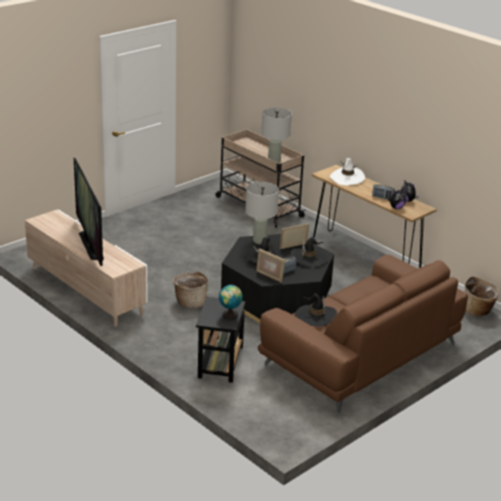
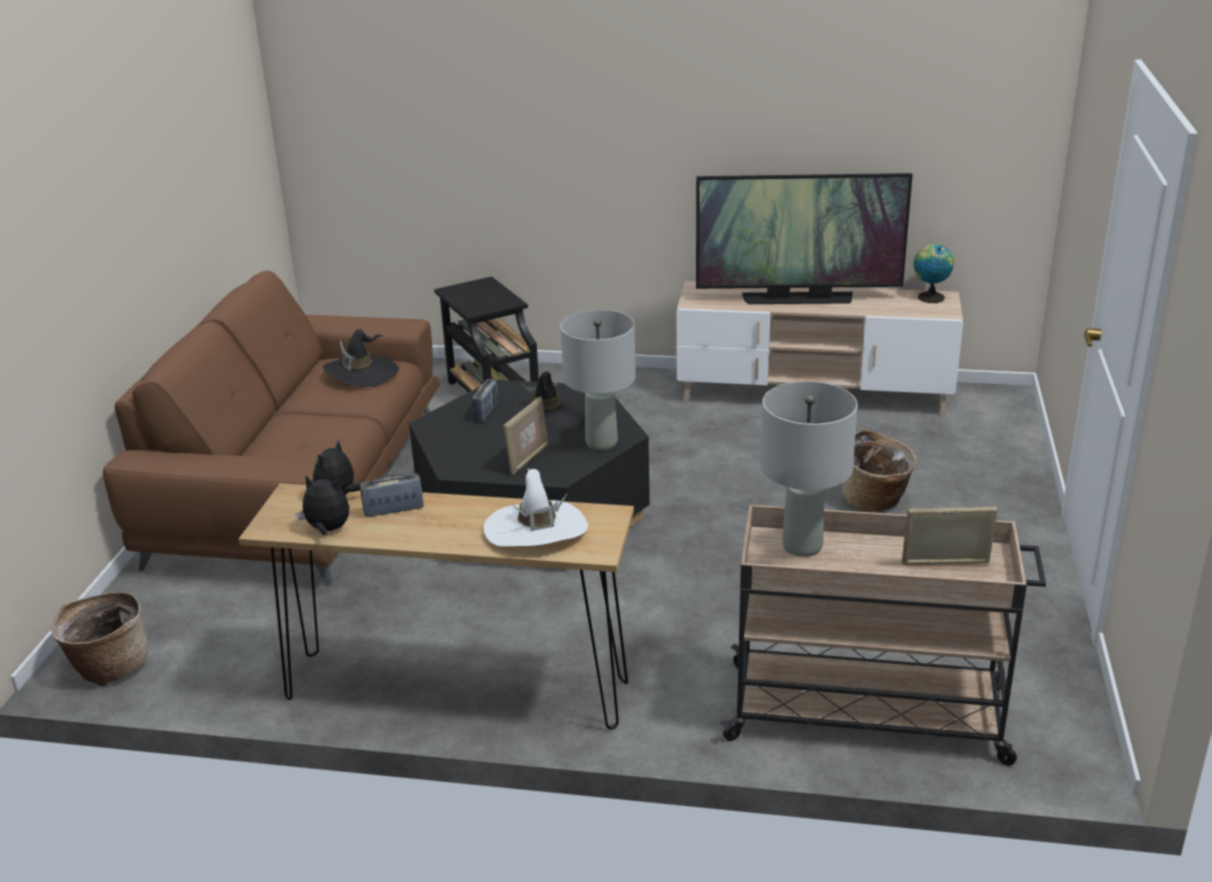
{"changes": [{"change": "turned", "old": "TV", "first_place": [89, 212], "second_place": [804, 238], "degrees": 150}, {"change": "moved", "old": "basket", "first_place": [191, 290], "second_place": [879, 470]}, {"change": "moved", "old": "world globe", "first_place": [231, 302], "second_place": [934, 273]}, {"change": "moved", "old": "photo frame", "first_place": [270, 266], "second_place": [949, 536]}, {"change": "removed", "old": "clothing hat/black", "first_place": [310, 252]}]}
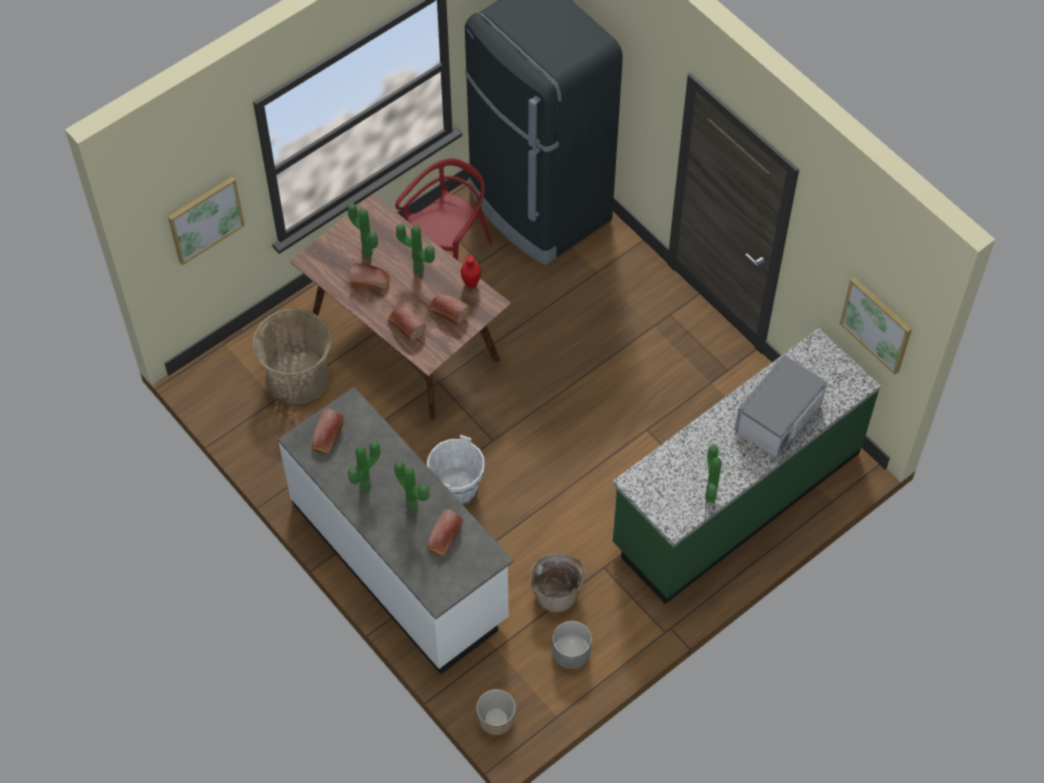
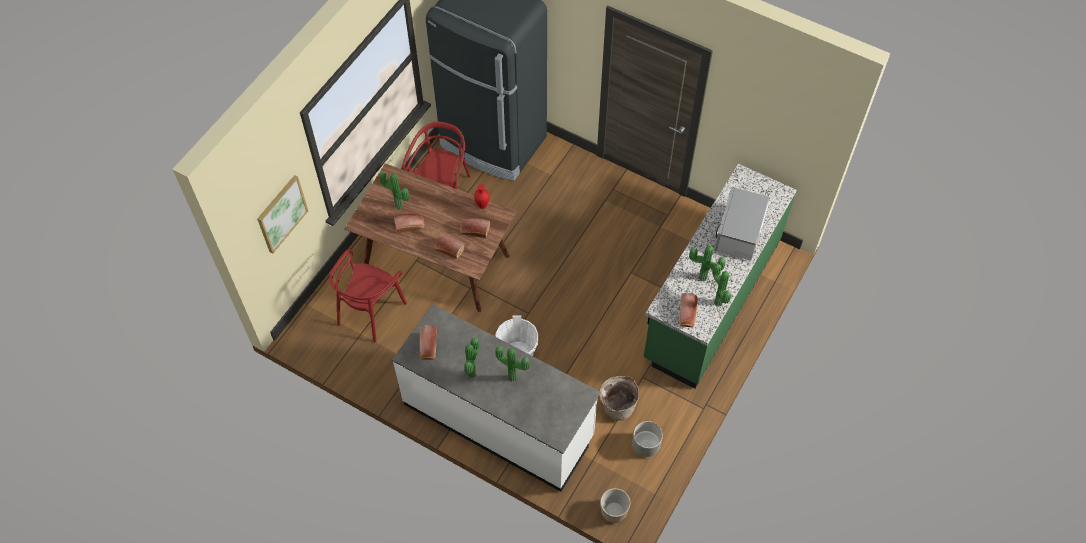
{"changes": [{"change": "replaced", "old": "basket", "new": "plain chair/red", "first_place": [292, 356], "second_place": [368, 295]}, {"change": "moved", "old": "potted plant", "first_place": [415, 249], "second_place": [707, 263]}, {"change": "moved", "old": "bakery bread", "first_place": [445, 532], "second_place": [688, 310]}, {"change": "removed", "old": "picture", "first_place": [876, 326]}]}
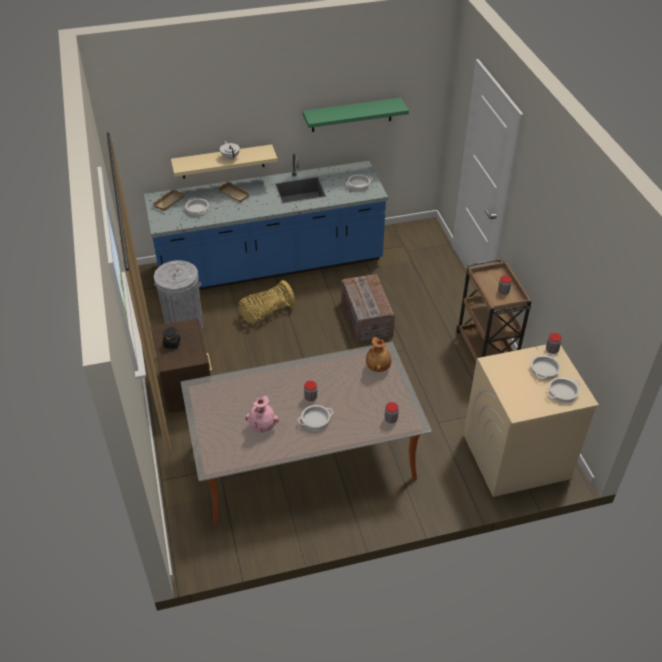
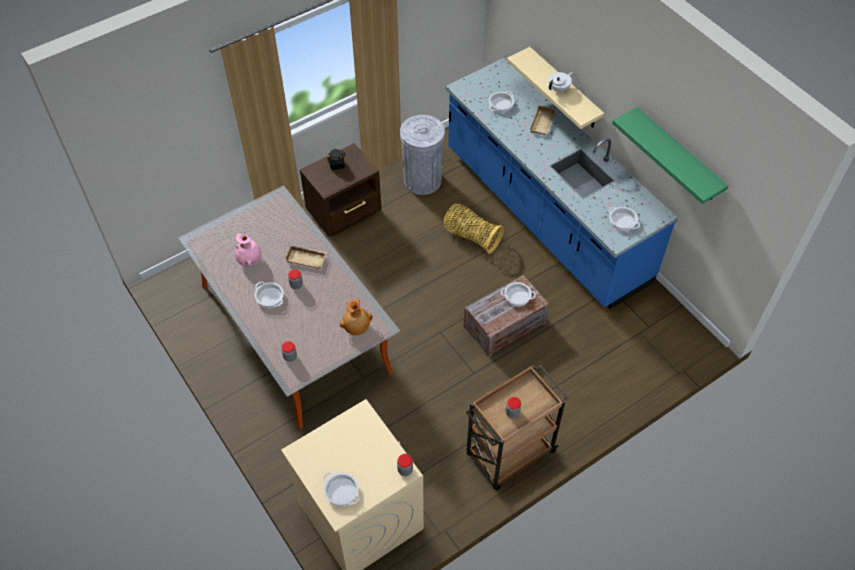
{"changes": [{"change": "moved", "old": "tray/beige", "first_place": [168, 200], "second_place": [305, 257]}, {"change": "moved", "old": "stockpot", "first_place": [546, 366], "second_place": [518, 294]}]}
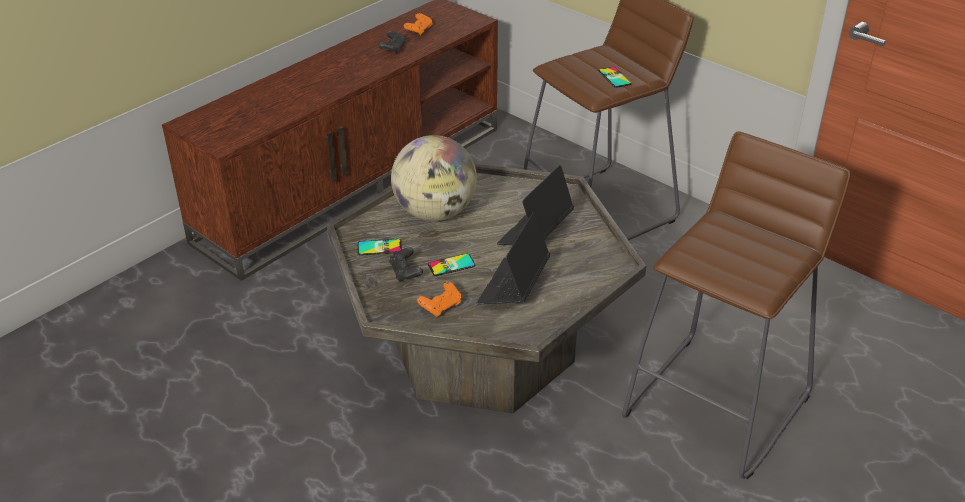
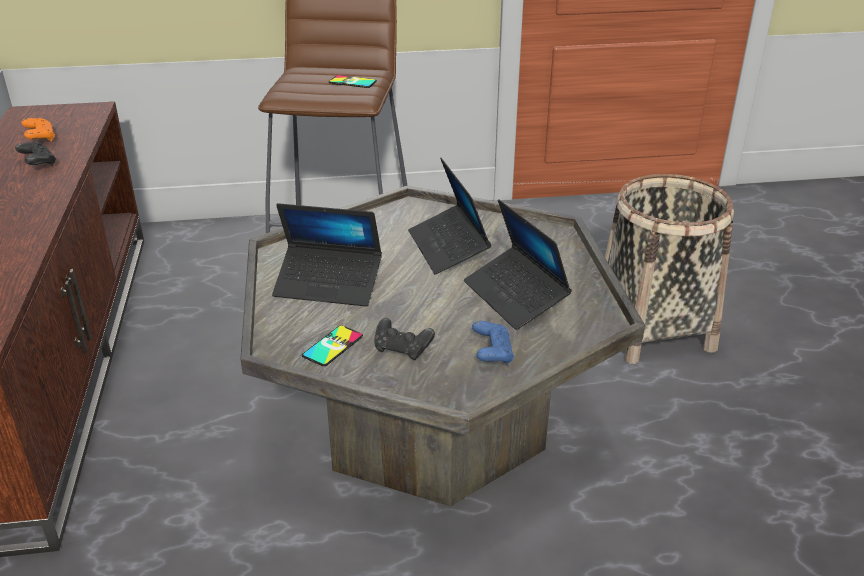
{"changes": [{"change": "replaced", "old": "world globe", "new": "notebook computer", "first_place": [434, 178], "second_place": [327, 255]}, {"change": "recoloured", "old": "joypad/orange-coloured", "new": "joypad/bluish", "first_place": [439, 299], "second_place": [493, 343]}, {"change": "removed", "old": "phone", "first_place": [452, 265]}, {"change": "replaced", "old": "stool/brownish", "new": "basket", "first_place": [736, 305], "second_place": [669, 269]}]}
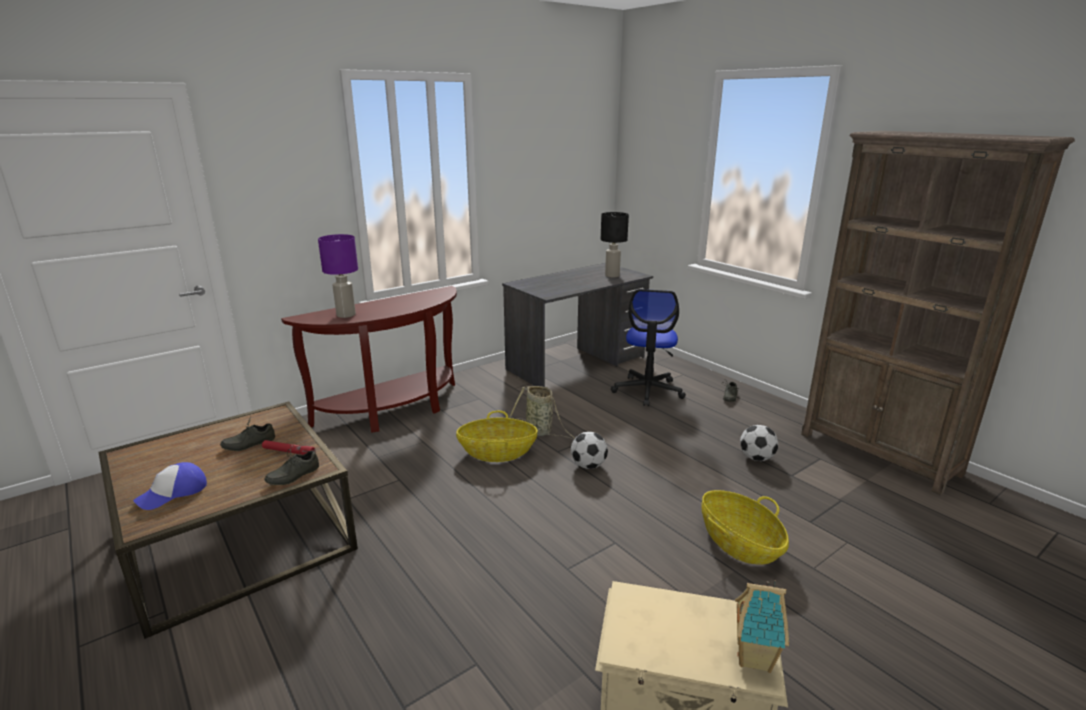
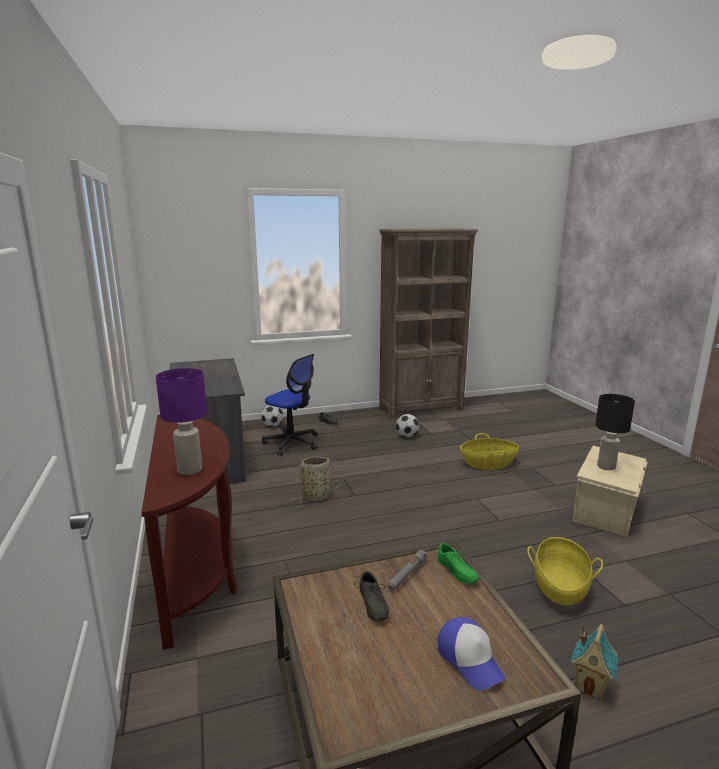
{"changes": [{"change": "recoloured", "old": "flashlight/red", "new": "flashlight/gray", "first_place": [289, 447], "second_place": [407, 570]}, {"change": "recoloured", "old": "shoe/gray", "new": "shoe/greenish", "first_place": [291, 467], "second_place": [458, 563]}, {"change": "moved", "old": "basket", "first_place": [497, 436], "second_place": [565, 571]}, {"change": "moved", "old": "football", "first_place": [589, 450], "second_place": [272, 416]}, {"change": "moved", "old": "table lamp/black", "first_place": [615, 244], "second_place": [615, 432]}, {"change": "moved", "old": "toy house", "first_place": [762, 626], "second_place": [594, 662]}]}
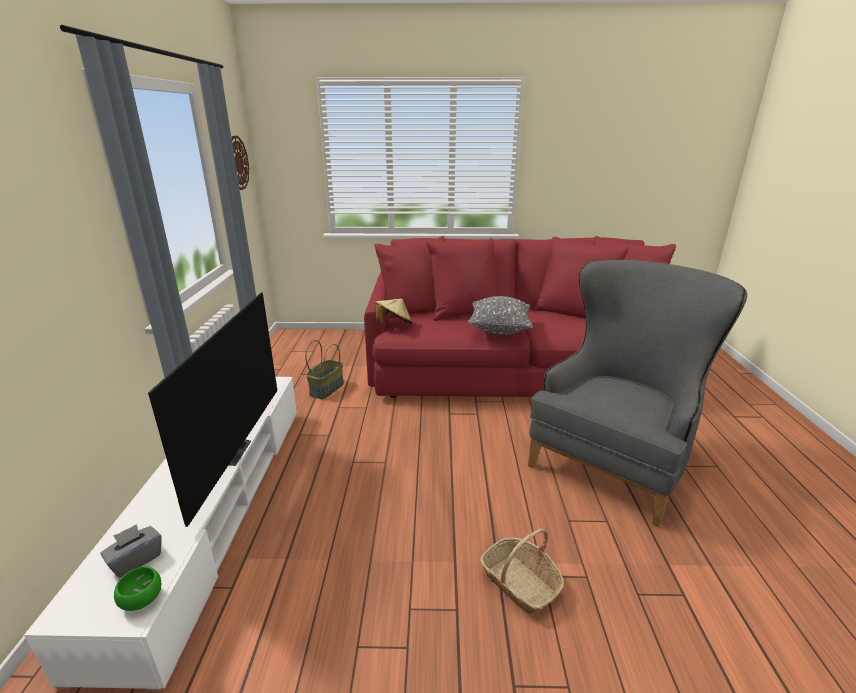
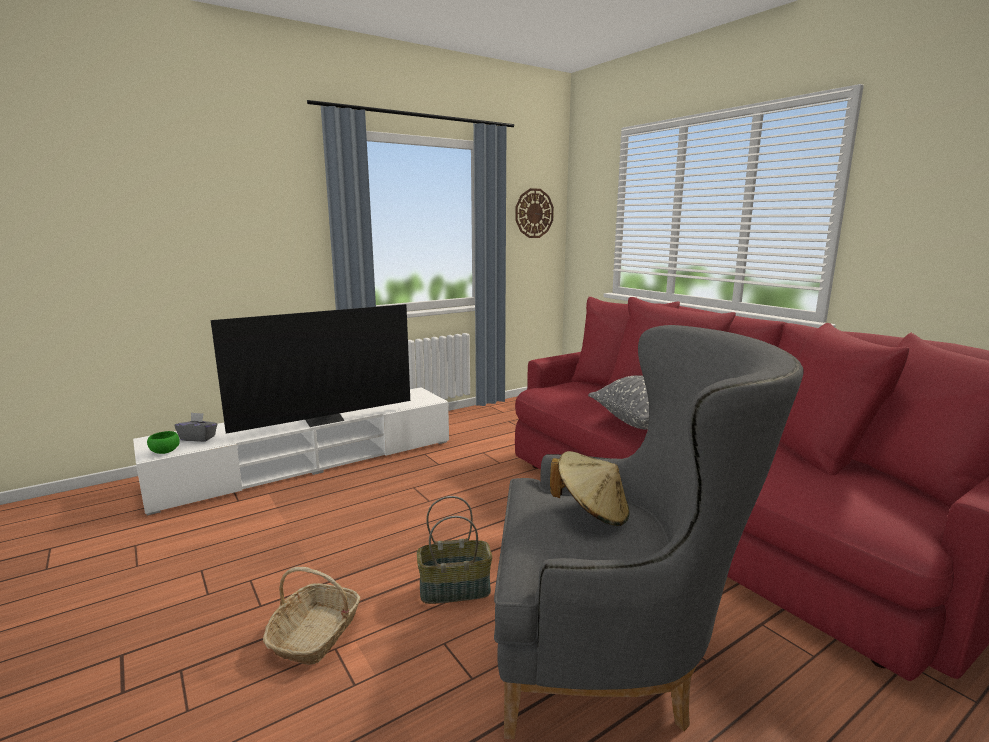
{"changes": [{"change": "moved", "old": "basket", "first_place": [324, 369], "second_place": [454, 550]}, {"change": "moved", "old": "clothing hat/beige", "first_place": [394, 311], "second_place": [589, 488]}]}
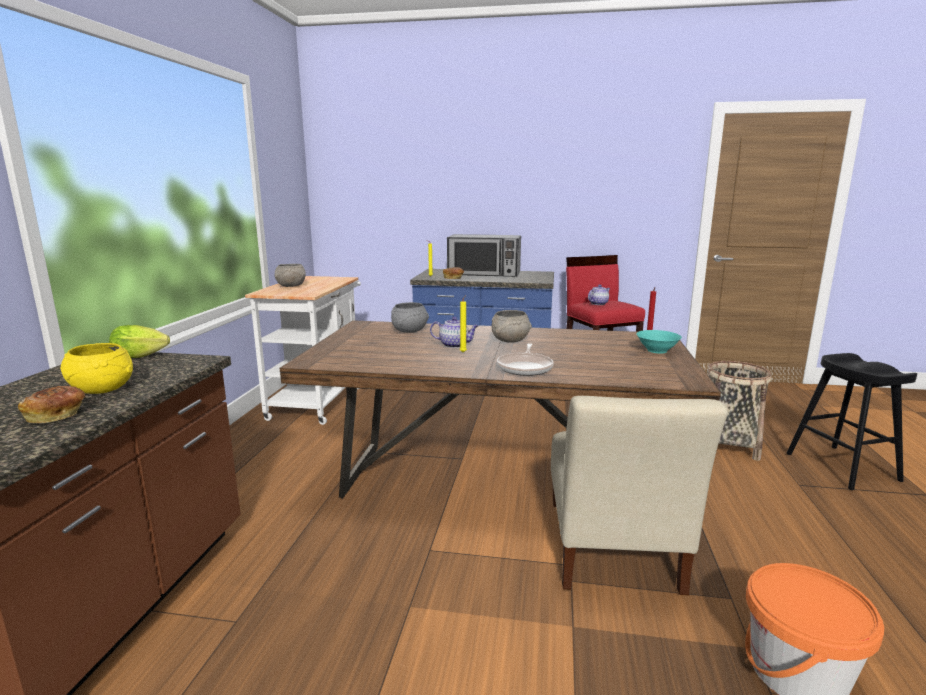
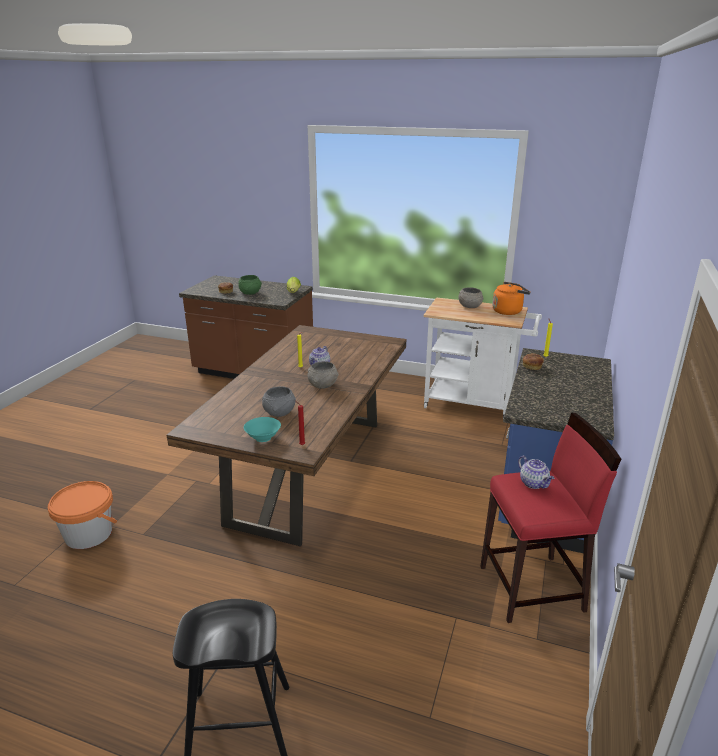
{"changes": [{"change": "recoloured", "old": "deep dish/yellow-coloured", "new": "deep dish/greenish", "first_place": [96, 368], "second_place": [250, 285]}, {"change": "moved", "old": "deep dish/gray", "first_place": [410, 317], "second_place": [279, 401]}, {"change": "removed", "old": "kitchen microwave", "first_place": [484, 255]}, {"change": "removed", "old": "skillet", "first_place": [525, 359]}, {"change": "removed", "old": "plain chair/beige", "first_place": [639, 495]}, {"change": "removed", "old": "basket", "first_place": [739, 411]}, {"change": "added", "new": "water kettle/orange-coloured", "second_place": [511, 298]}]}
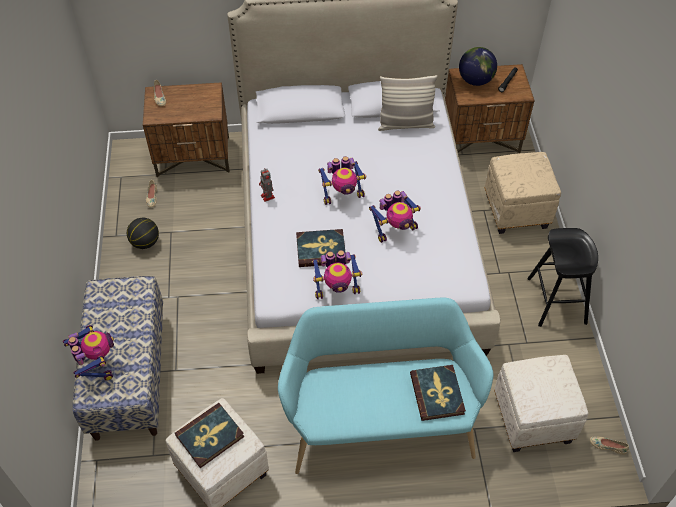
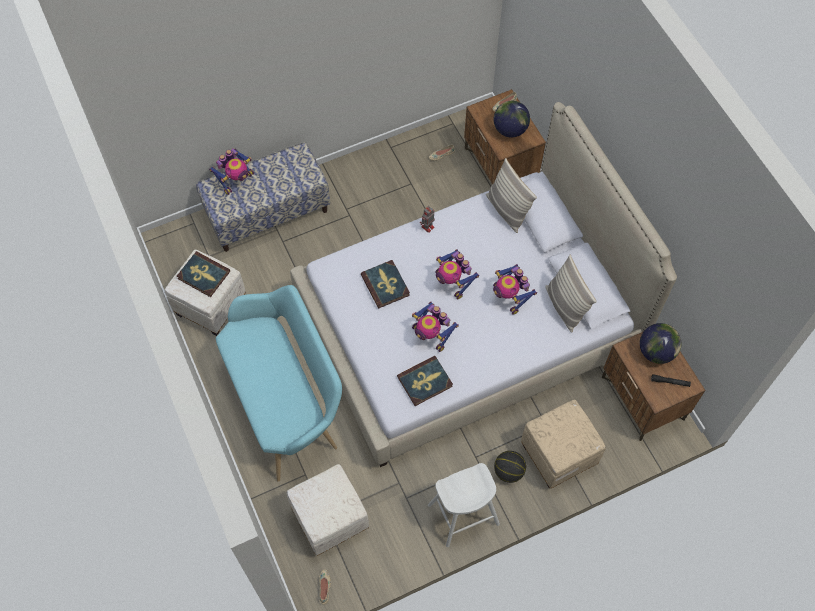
{"changes": [{"change": "moved", "old": "basketball ball", "first_place": [143, 233], "second_place": [510, 467]}, {"change": "moved", "old": "toy robot", "first_place": [337, 274], "second_place": [515, 289]}, {"change": "moved", "old": "bound book", "first_place": [438, 393], "second_place": [425, 381]}, {"change": "recoloured", "old": "stool/black", "new": "stool/whitish", "first_place": [562, 277], "second_place": [464, 505]}, {"change": "added", "new": "pillow", "second_place": [511, 195]}, {"change": "added", "new": "world globe", "second_place": [512, 119]}]}
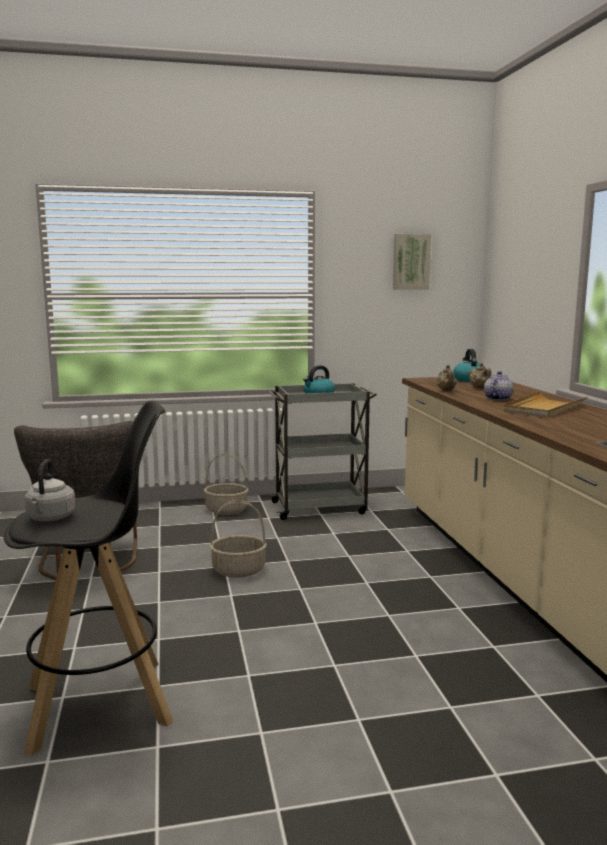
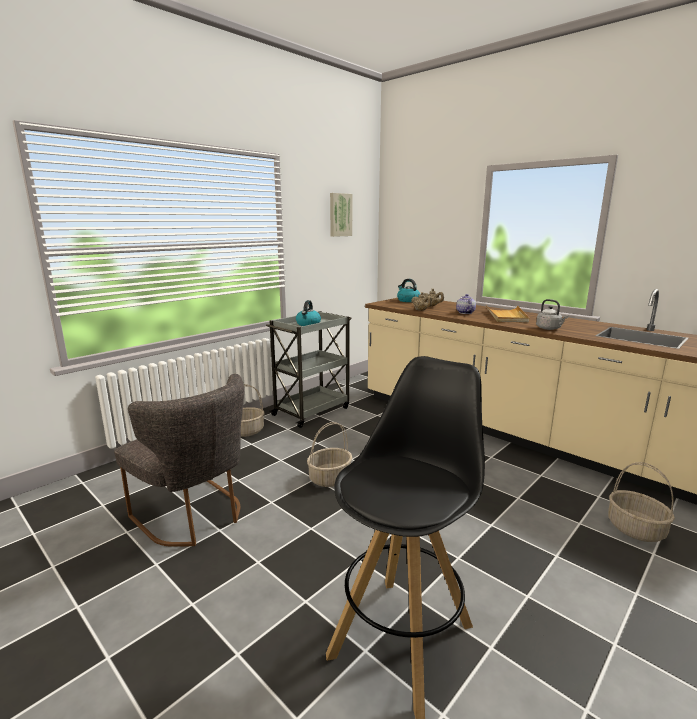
{"changes": [{"change": "moved", "old": "water kettle/gray", "first_place": [50, 490], "second_place": [552, 314]}, {"change": "added", "new": "basket", "second_place": [641, 502]}]}
